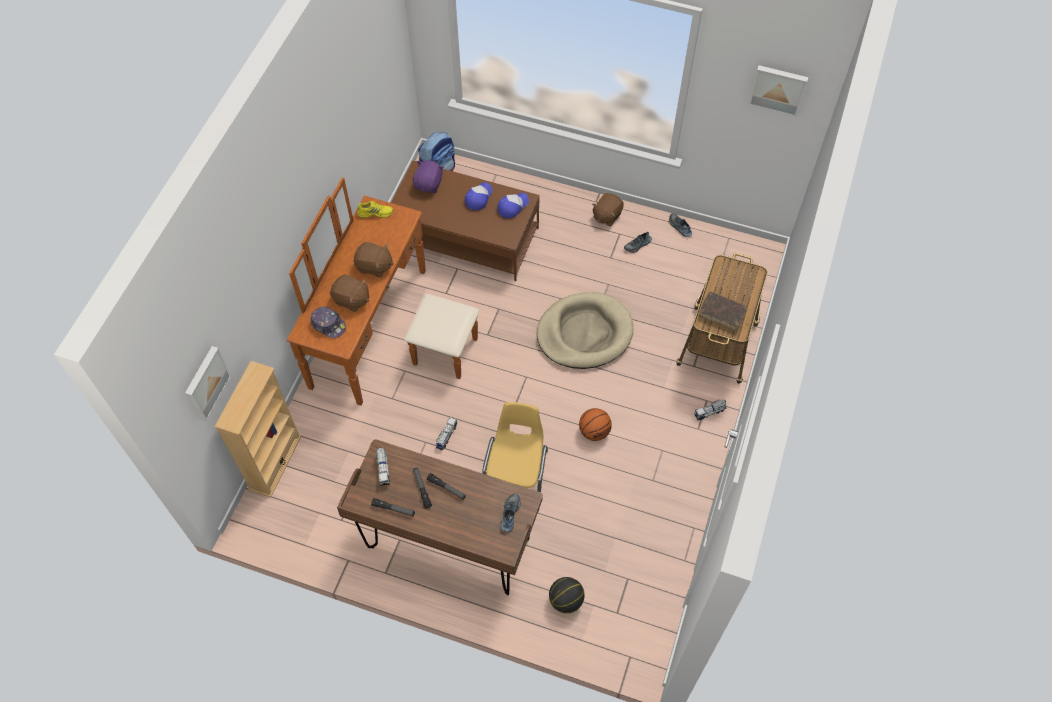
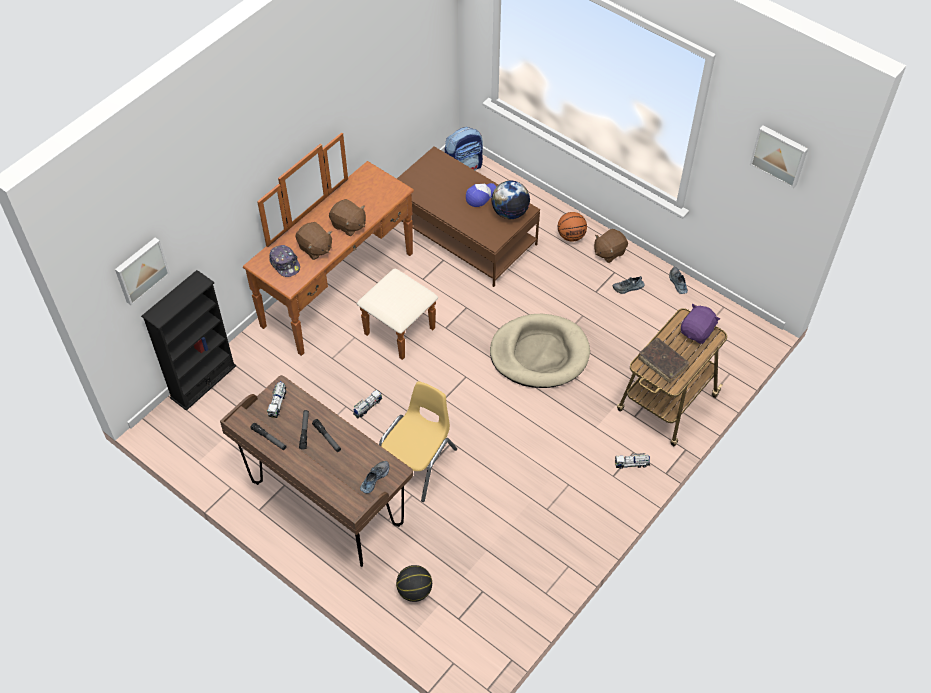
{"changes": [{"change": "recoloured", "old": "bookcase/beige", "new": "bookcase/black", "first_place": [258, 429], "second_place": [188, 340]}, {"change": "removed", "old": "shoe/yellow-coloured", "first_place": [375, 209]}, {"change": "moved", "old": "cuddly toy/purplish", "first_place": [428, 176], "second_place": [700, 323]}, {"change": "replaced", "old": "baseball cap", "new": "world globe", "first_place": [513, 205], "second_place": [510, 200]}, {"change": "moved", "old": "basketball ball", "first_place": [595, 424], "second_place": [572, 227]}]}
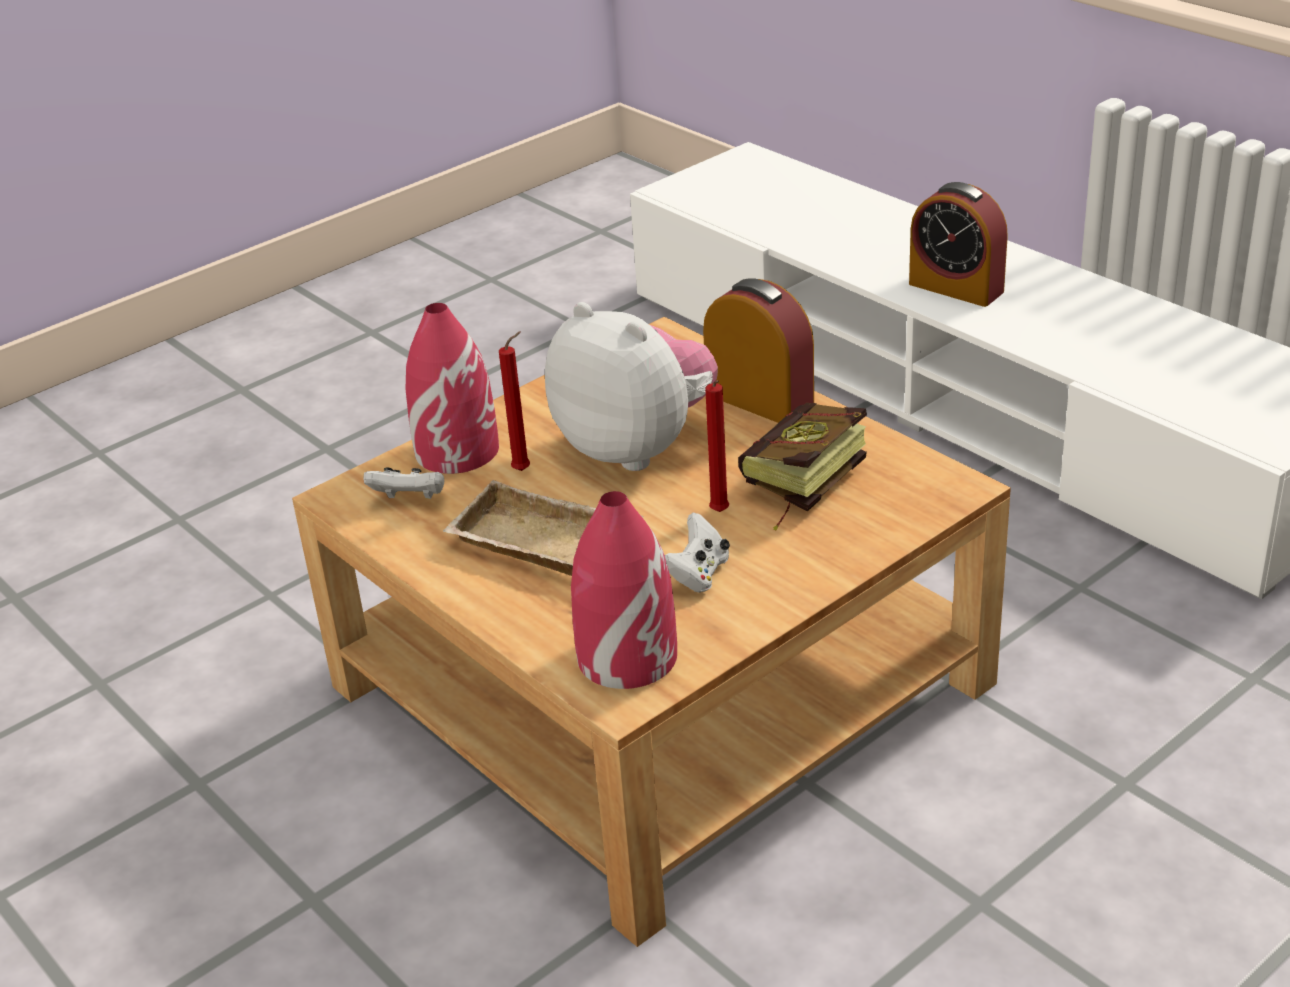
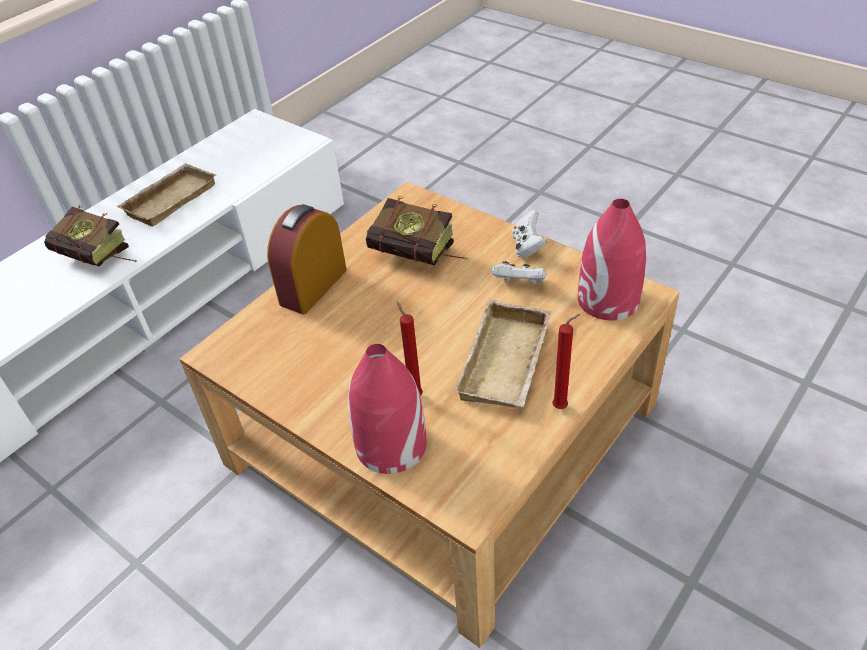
{"changes": [{"change": "moved", "old": "joypad/whitish", "first_place": [403, 483], "second_place": [529, 234]}, {"change": "removed", "old": "cuddly toy", "first_place": [631, 386]}, {"change": "moved", "old": "wax light/red", "first_place": [717, 446], "second_place": [566, 361]}, {"change": "replaced", "old": "alarm clock", "new": "bound book", "first_place": [958, 244], "second_place": [90, 235]}, {"change": "added", "new": "tray/beige", "second_place": [166, 195]}]}
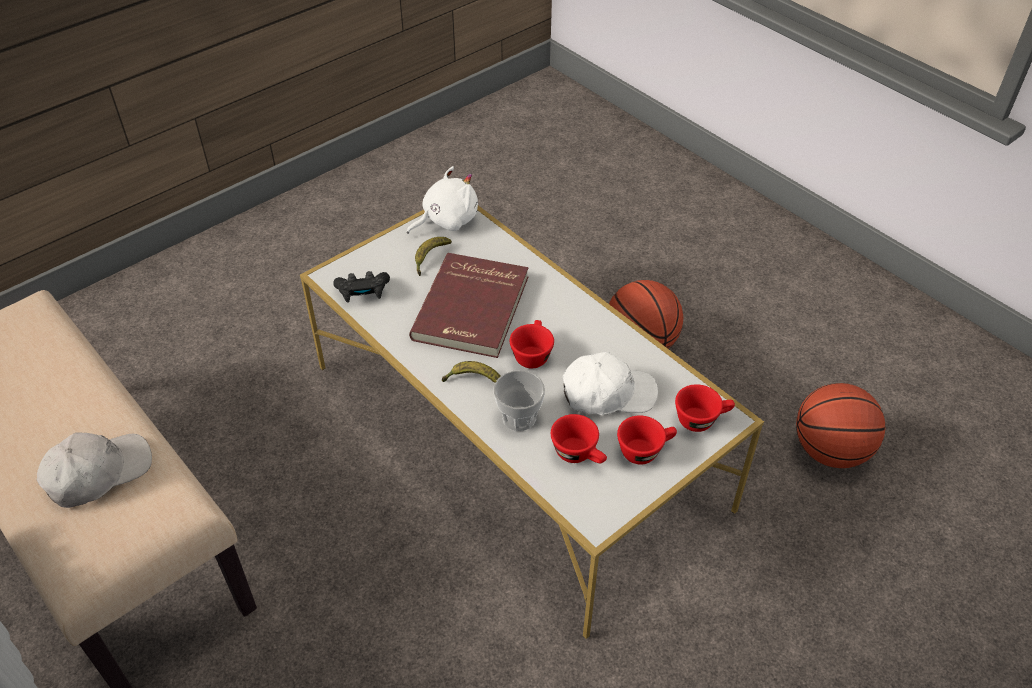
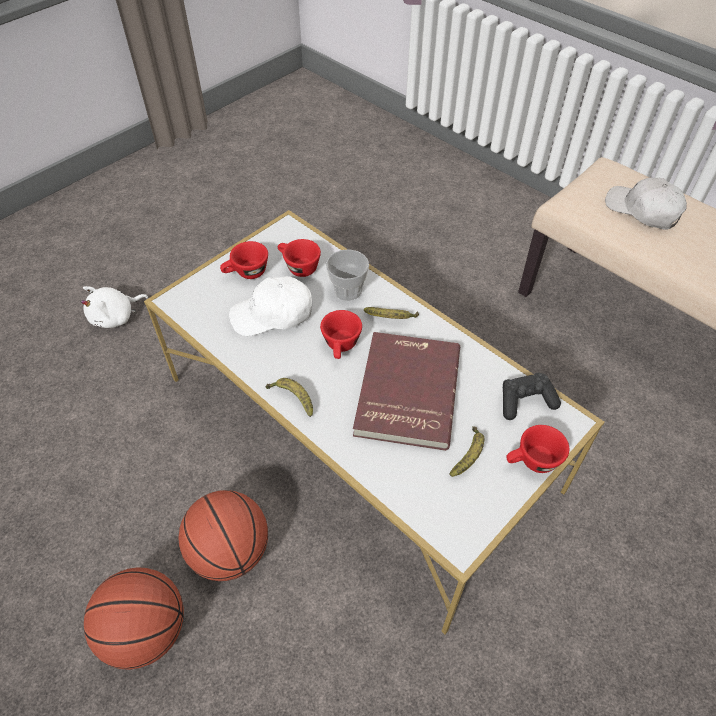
{"changes": [{"change": "turned", "old": "baseball cap/whitish", "first_place": [94, 470], "second_place": [646, 203], "degrees": 90}, {"change": "moved", "old": "cuddly toy/whitish", "first_place": [442, 200], "second_place": [114, 307]}, {"change": "moved", "old": "cup/red", "first_place": [705, 408], "second_place": [537, 449]}, {"change": "moved", "old": "basketball ball", "first_place": [840, 425], "second_place": [134, 618]}, {"change": "added", "new": "banana fruit", "second_place": [289, 397]}]}
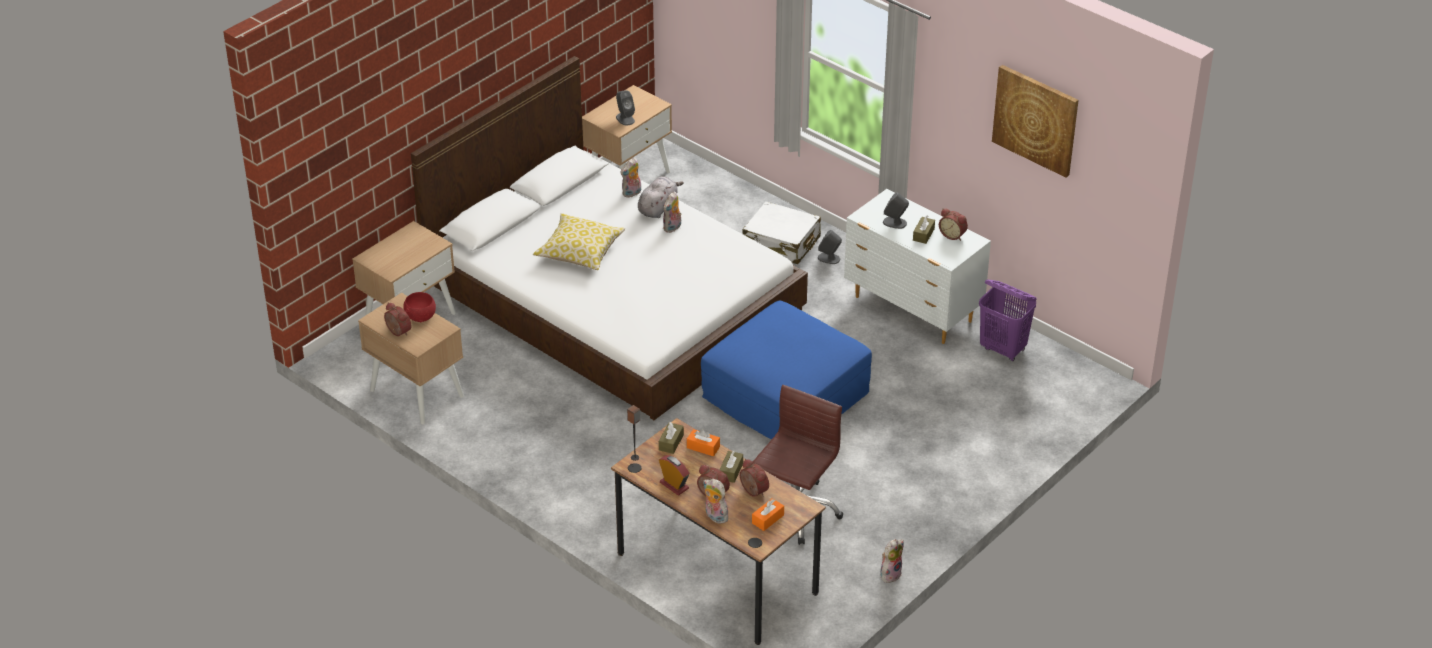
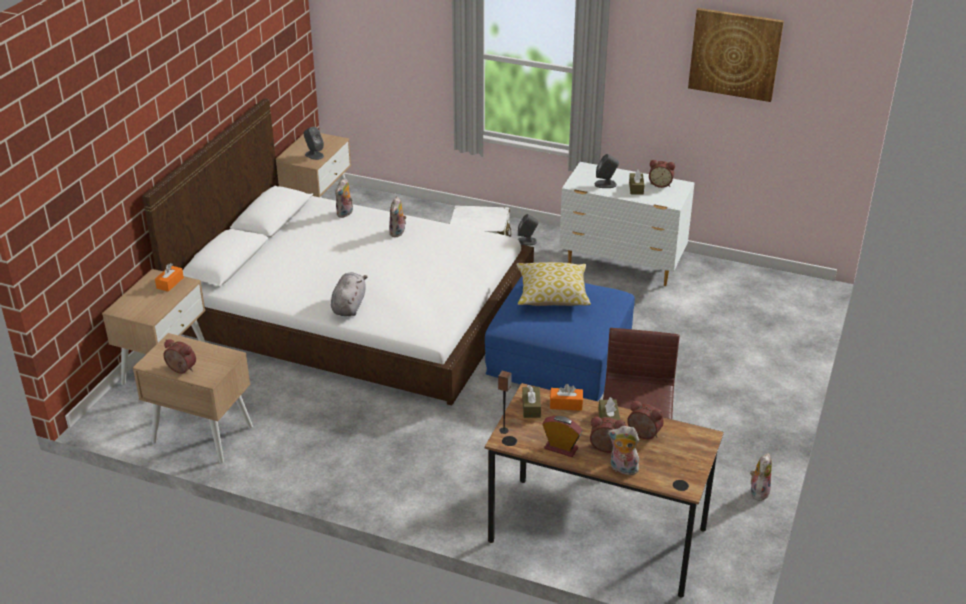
{"changes": [{"change": "removed", "old": "deep dish/red", "first_place": [419, 307]}, {"change": "moved", "old": "pillow", "first_place": [579, 241], "second_place": [553, 284]}, {"change": "moved", "old": "cuddly toy/gray", "first_place": [661, 197], "second_place": [349, 294]}, {"change": "moved", "old": "tissue holder/orange-coloured", "first_place": [768, 514], "second_place": [169, 277]}, {"change": "removed", "old": "washing basket/purplish", "first_place": [1008, 320]}]}
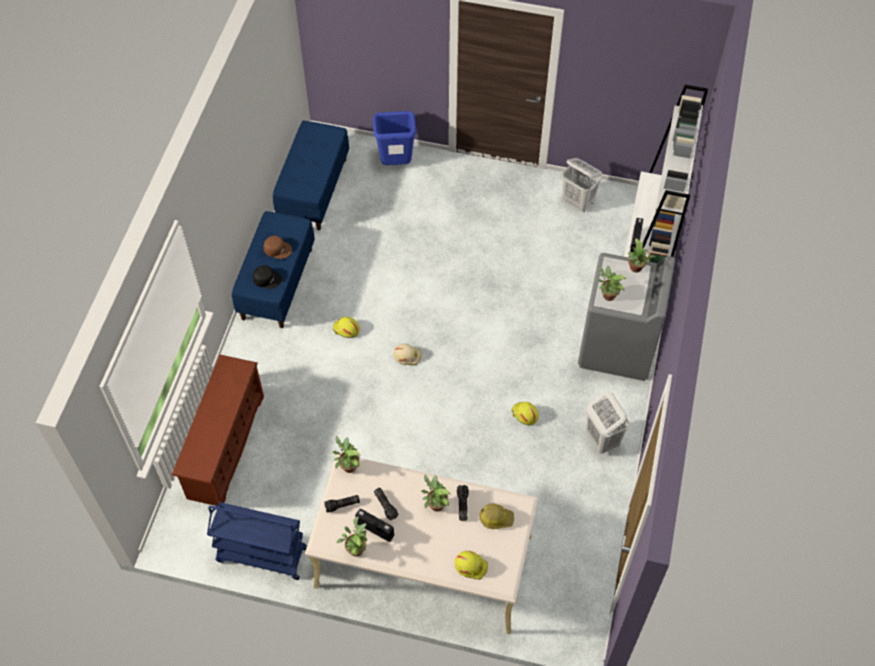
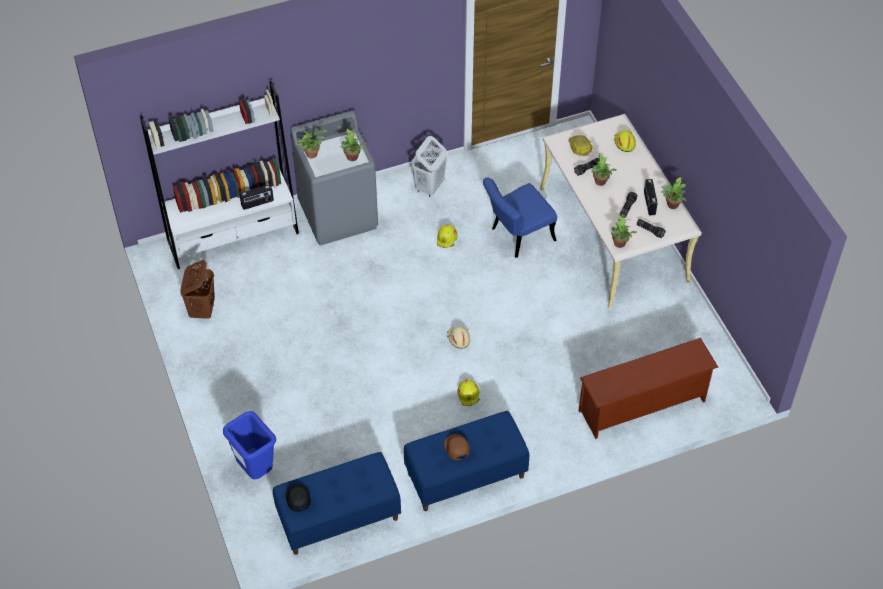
{"changes": [{"change": "removed", "old": "trolley/bluish", "first_place": [257, 541]}, {"change": "moved", "old": "baseball cap/black", "first_place": [267, 277], "second_place": [298, 498]}, {"change": "recoloured", "old": "washing basket/whitish", "new": "washing basket/brownish", "first_place": [582, 185], "second_place": [197, 289]}, {"change": "added", "new": "plain chair/bluish", "second_place": [520, 218]}]}
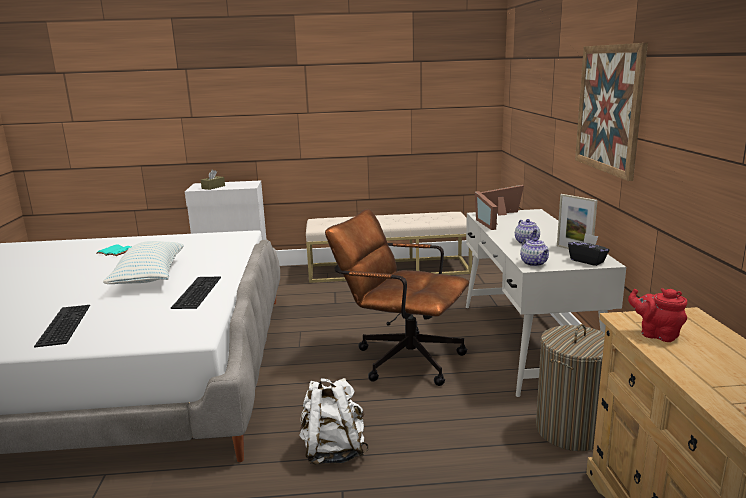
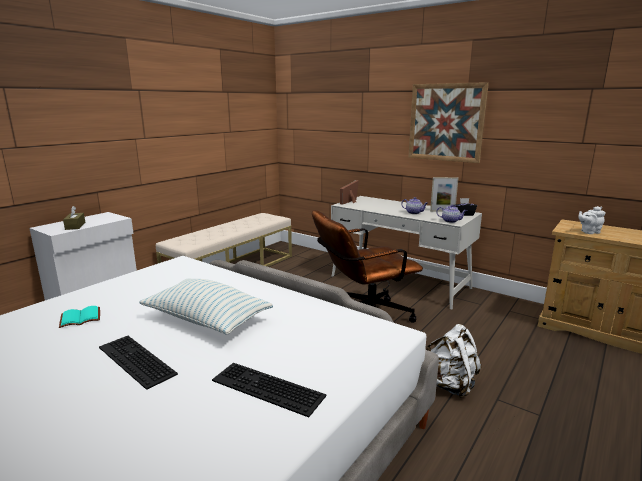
{"changes": [{"change": "moved", "old": "computer keyboard", "first_place": [196, 292], "second_place": [138, 363]}, {"change": "removed", "old": "photo frame", "first_place": [486, 210]}, {"change": "removed", "old": "washing basket", "first_place": [570, 387]}, {"change": "recoloured", "old": "pot for tea/red", "new": "pot for tea/whitish", "first_place": [657, 315], "second_place": [592, 220]}]}
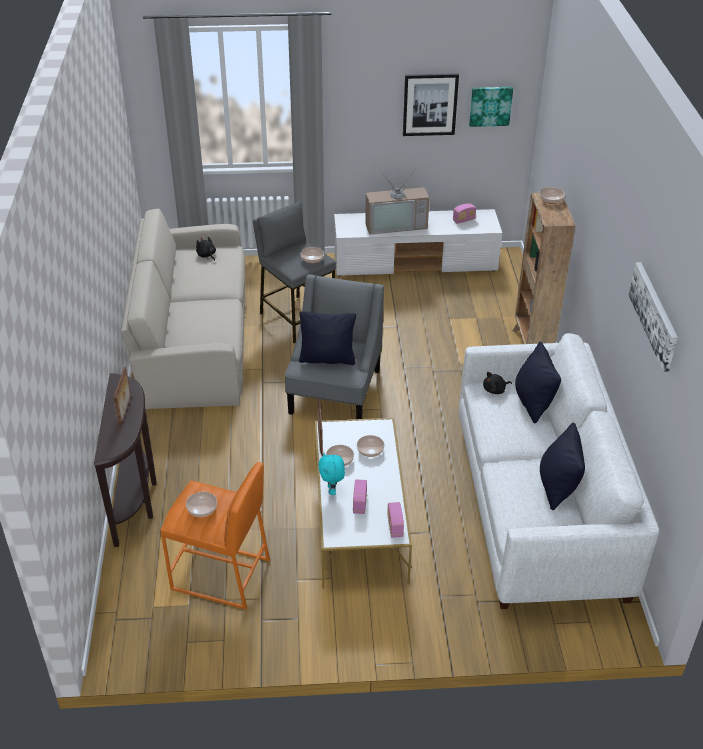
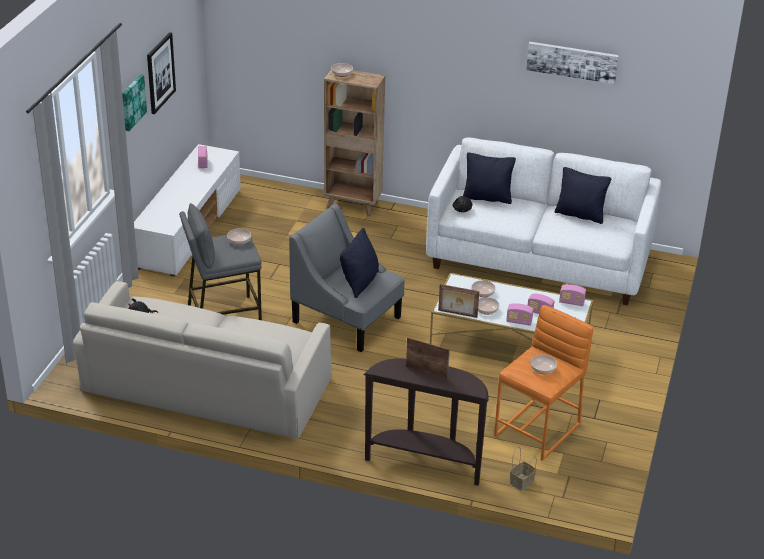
{"changes": [{"change": "replaced", "old": "cuddly toy/turquoise-coloured", "new": "radio", "first_place": [331, 474], "second_place": [519, 314]}, {"change": "removed", "old": "TV", "first_place": [397, 200]}, {"change": "moved", "old": "picture", "first_place": [491, 107], "second_place": [134, 103]}, {"change": "added", "new": "basket", "second_place": [523, 468]}]}
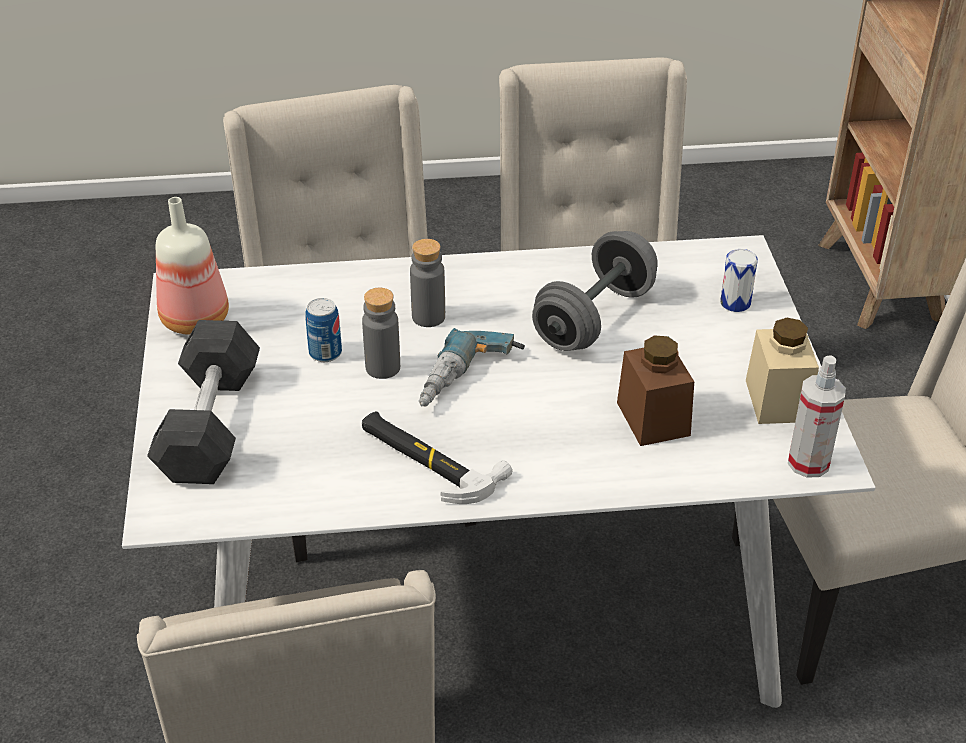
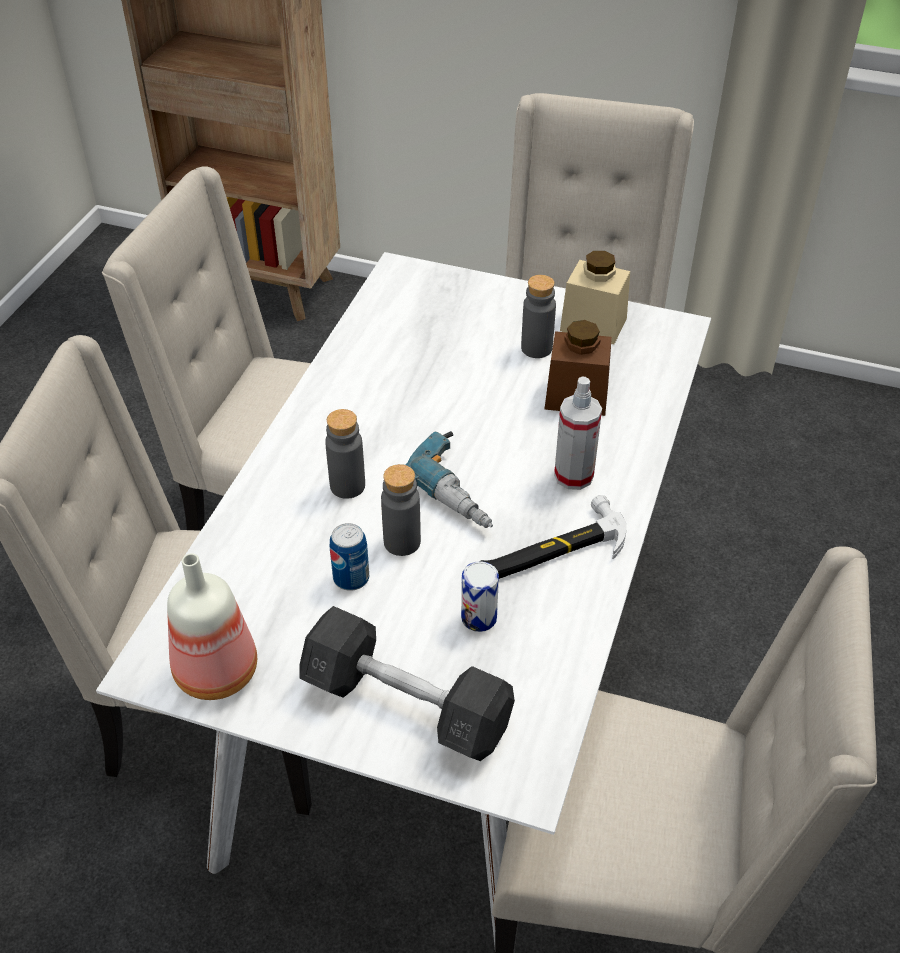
{"changes": [{"change": "removed", "old": "free weight/gray", "first_place": [595, 291]}, {"change": "moved", "old": "can", "first_place": [739, 280], "second_place": [480, 596]}, {"change": "moved", "old": "hand sprayer", "first_place": [817, 416], "second_place": [578, 433]}, {"change": "added", "new": "drink bottle/gray", "second_place": [538, 316]}]}
